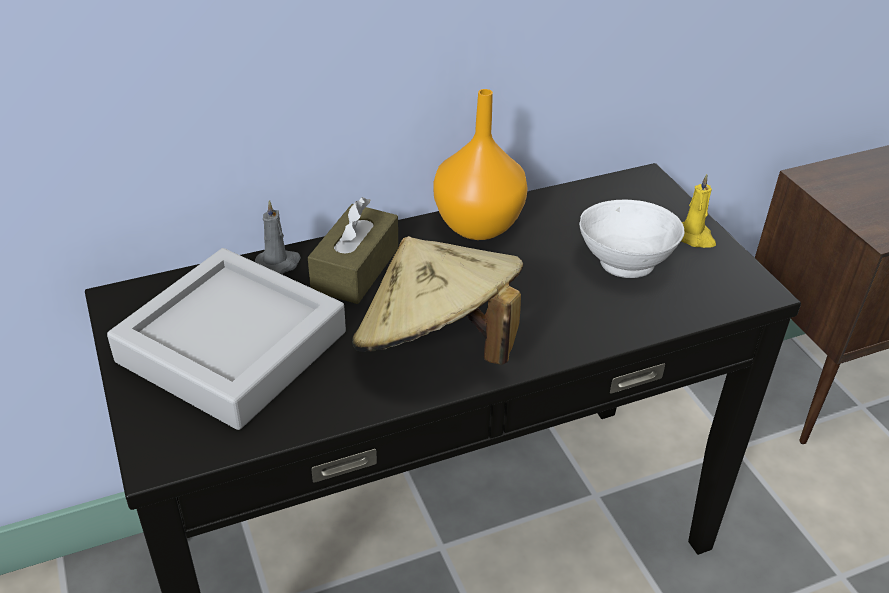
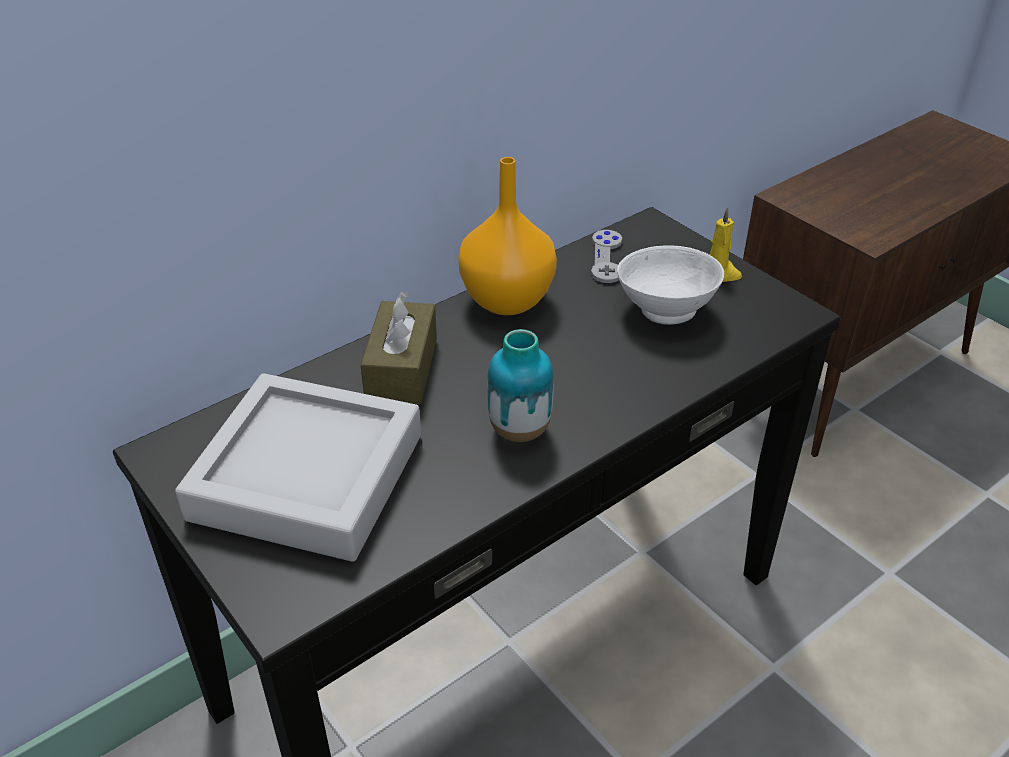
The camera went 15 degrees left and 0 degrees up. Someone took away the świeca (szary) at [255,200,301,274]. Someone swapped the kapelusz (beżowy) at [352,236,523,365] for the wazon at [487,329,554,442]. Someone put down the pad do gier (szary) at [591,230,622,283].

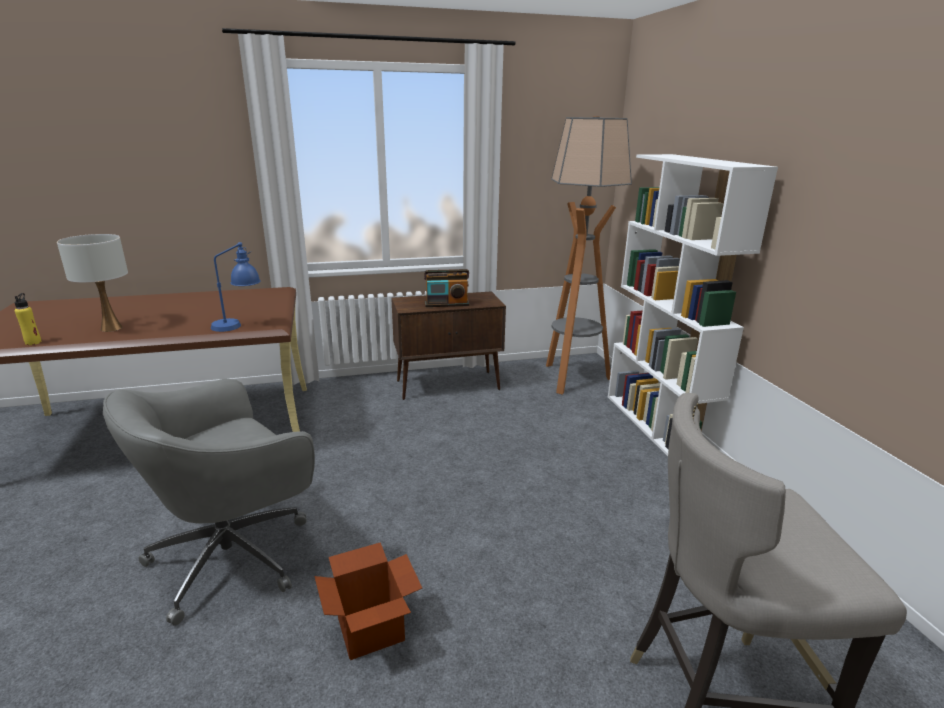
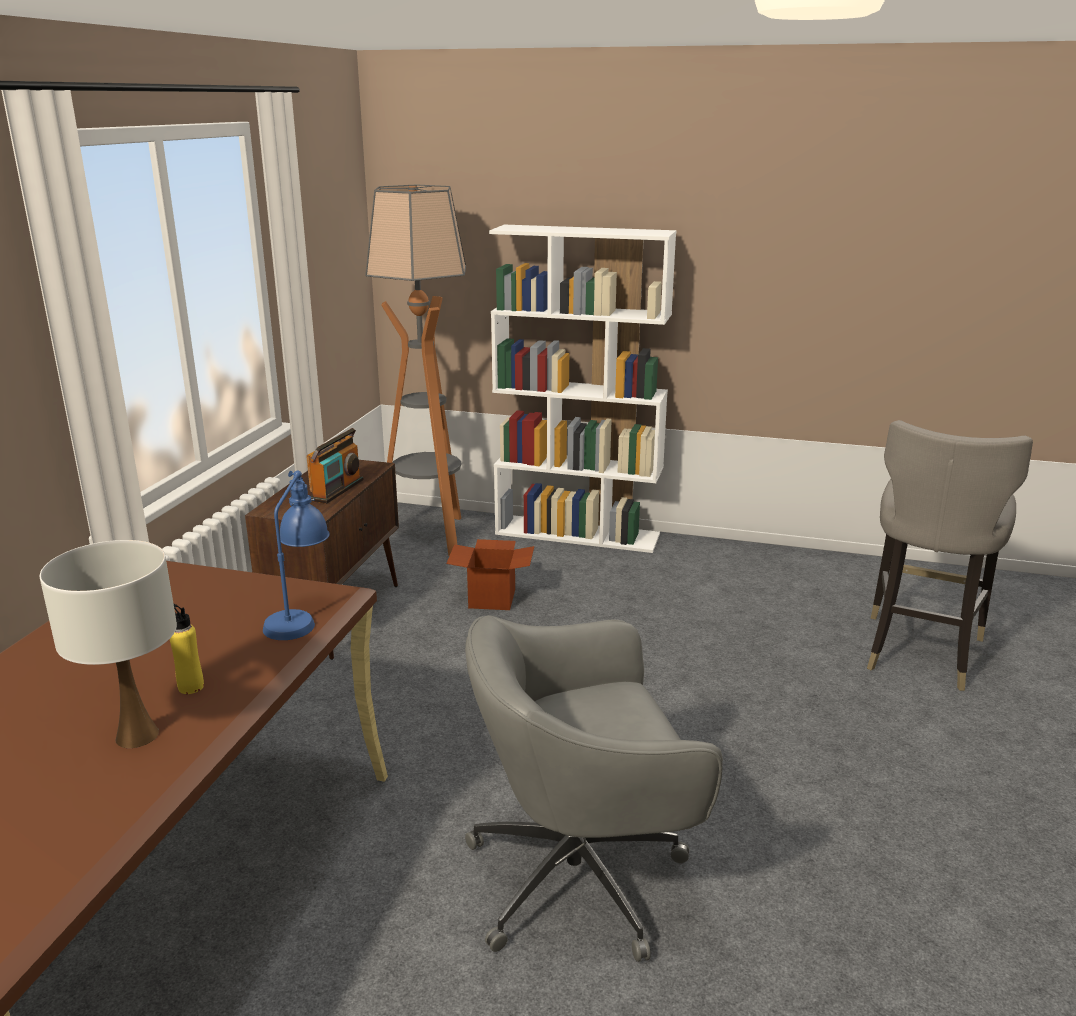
The camera went 60 degrees left and 0 degrees up. Someone carried the butelka (żółty) from [14,293,42,345] to [170,603,204,694]. Someone rotated the krzesło biurowe (szary) at [103,379,315,626] by 90 degrees clockwise. Someone carried the karton from [314,542,422,660] to [446,539,534,610].

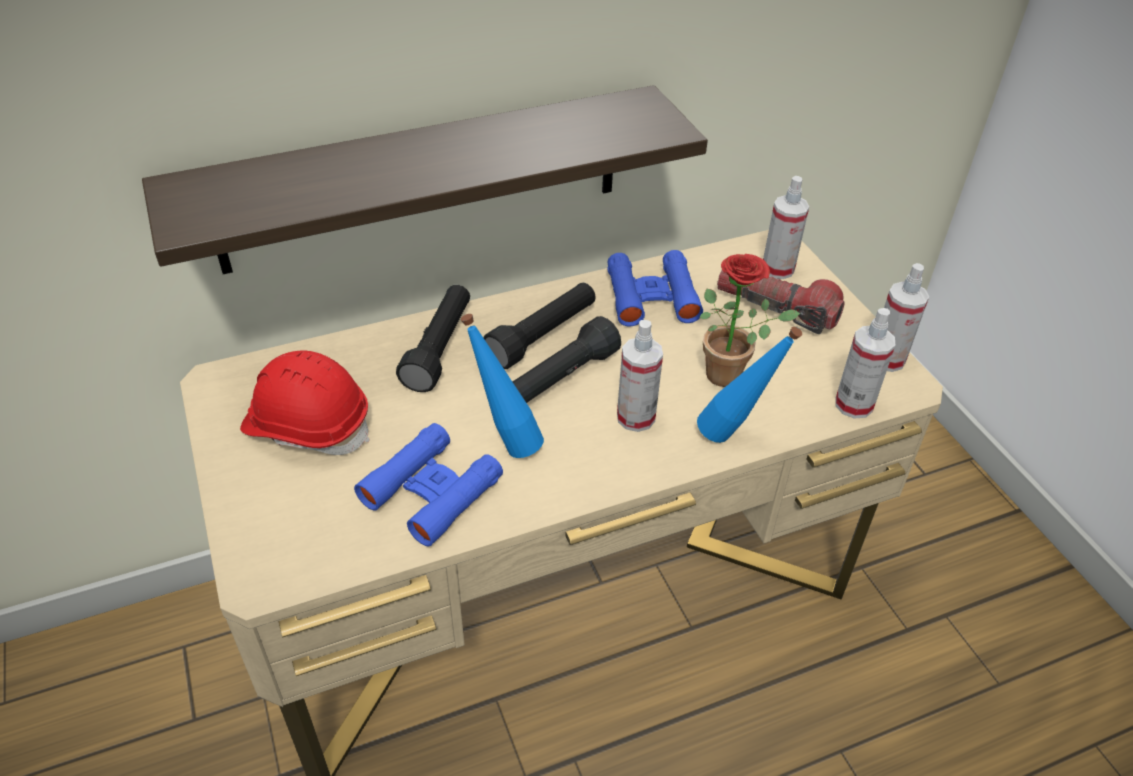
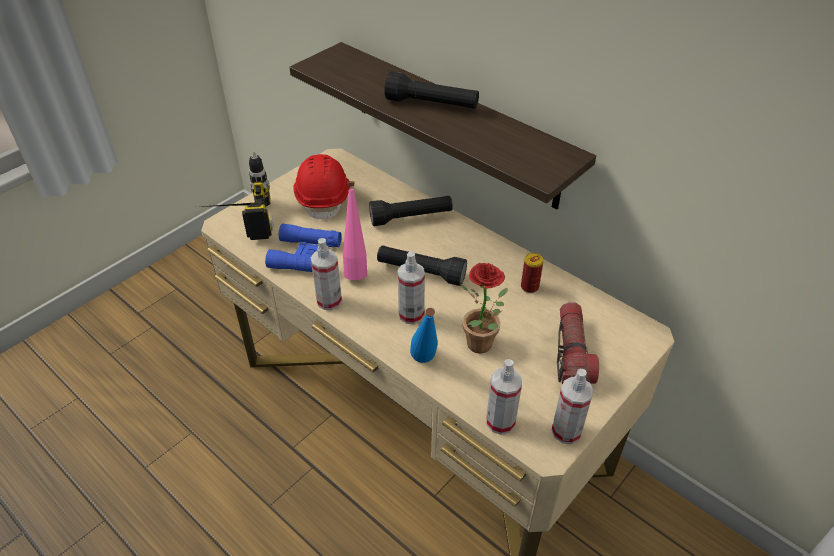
The camera went 65 degrees right and 0 degrees up. Someone repainted the butelka (niebieski) at [461,314,544,458], which became the butelka (różowy) at [343,181,367,280]. Someone carried the latarka (czarny) from [483,282,596,369] to [384,71,479,109]. Someone swapped the lornetka (niebieski) at [607,250,703,327] for the puszka at [521,253,544,293]. Someone carried the spryskiwacz from [763,176,809,279] to [311,238,342,310]. Someone put down the wiertarka at [200,152,273,240].

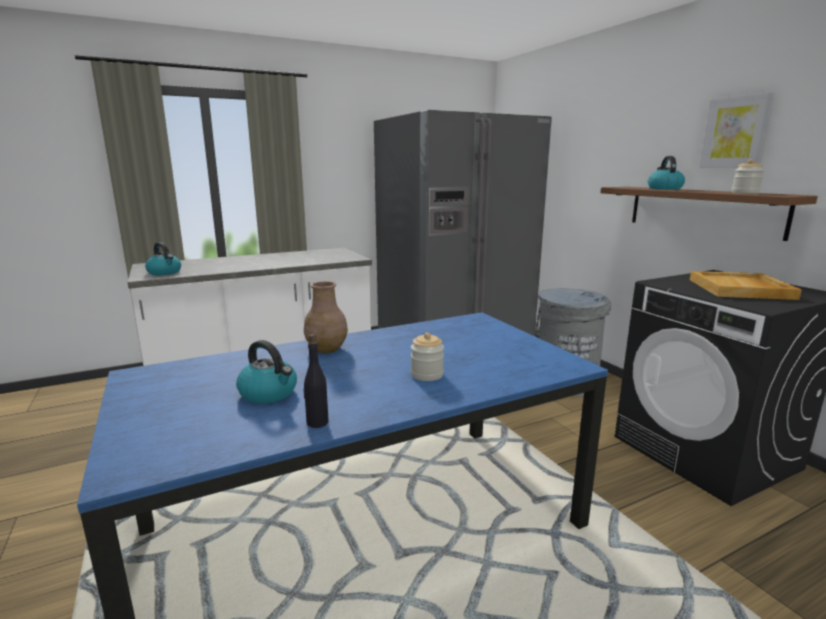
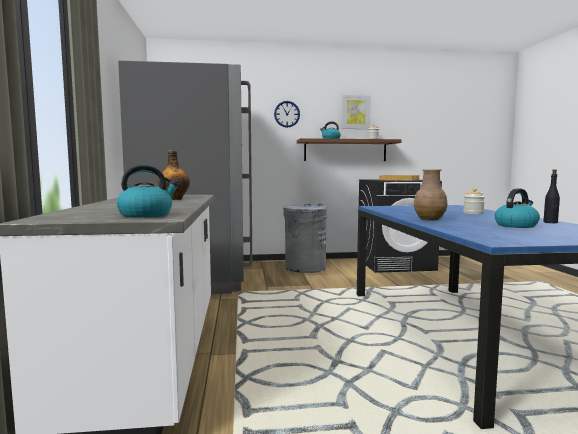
The camera went 70 degrees left and 10 degrees down. Someone put down the butelka at [158,150,190,200]. Someone put up the zegar ścienny at [274,101,300,128].

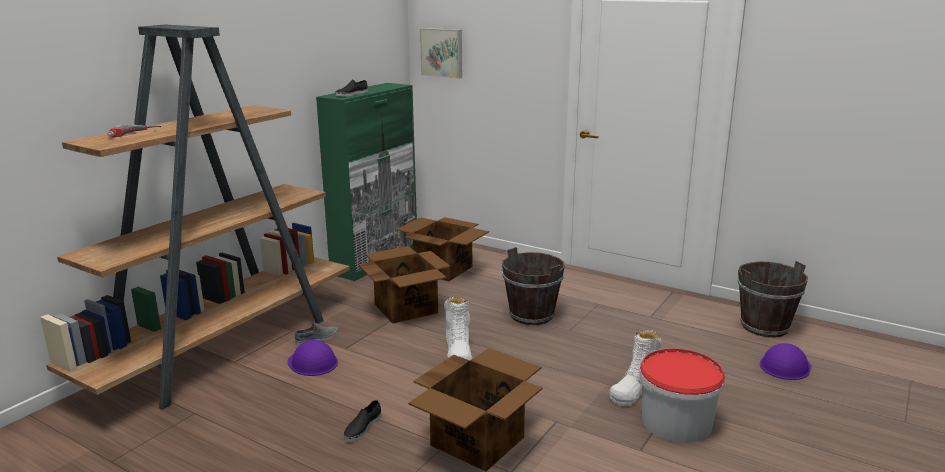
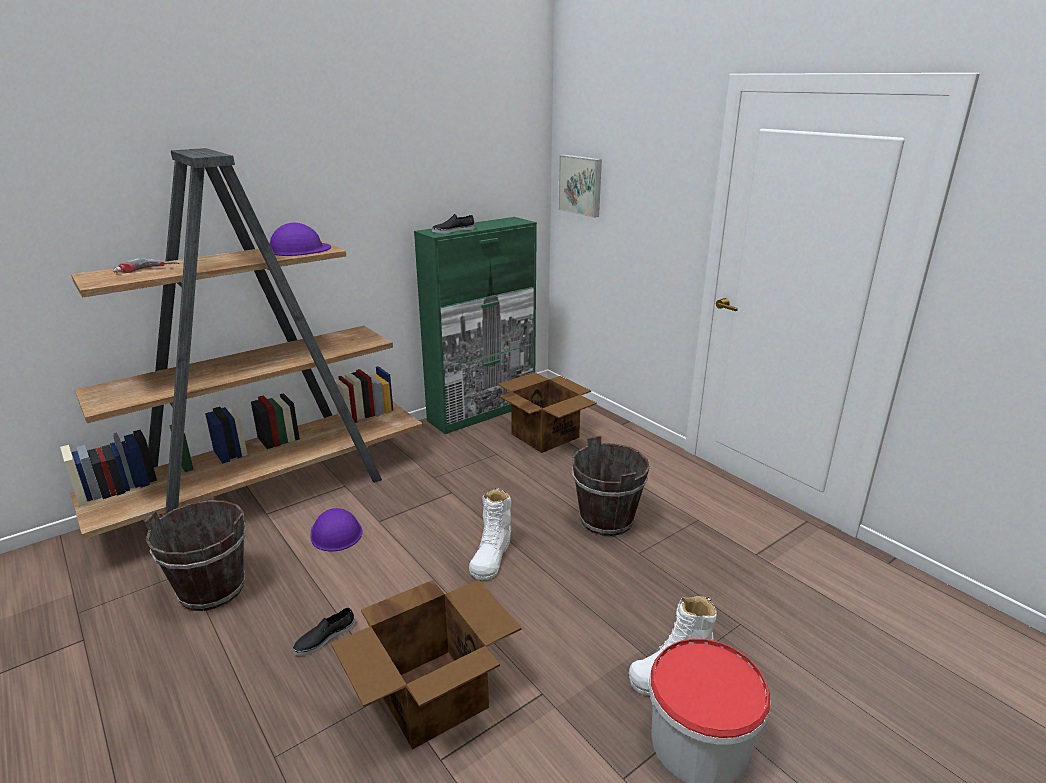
The camera went 20 degrees right and 5 degrees up. Someone took away the but (szary) at [295,324,338,345]. Someone took away the karton at [359,246,450,324]. Someone carried the wiadro (brązowy) from [737,261,808,337] to [144,500,246,611]. Someone carried the kask (fioletowy) from [760,343,812,380] to [269,223,331,256].

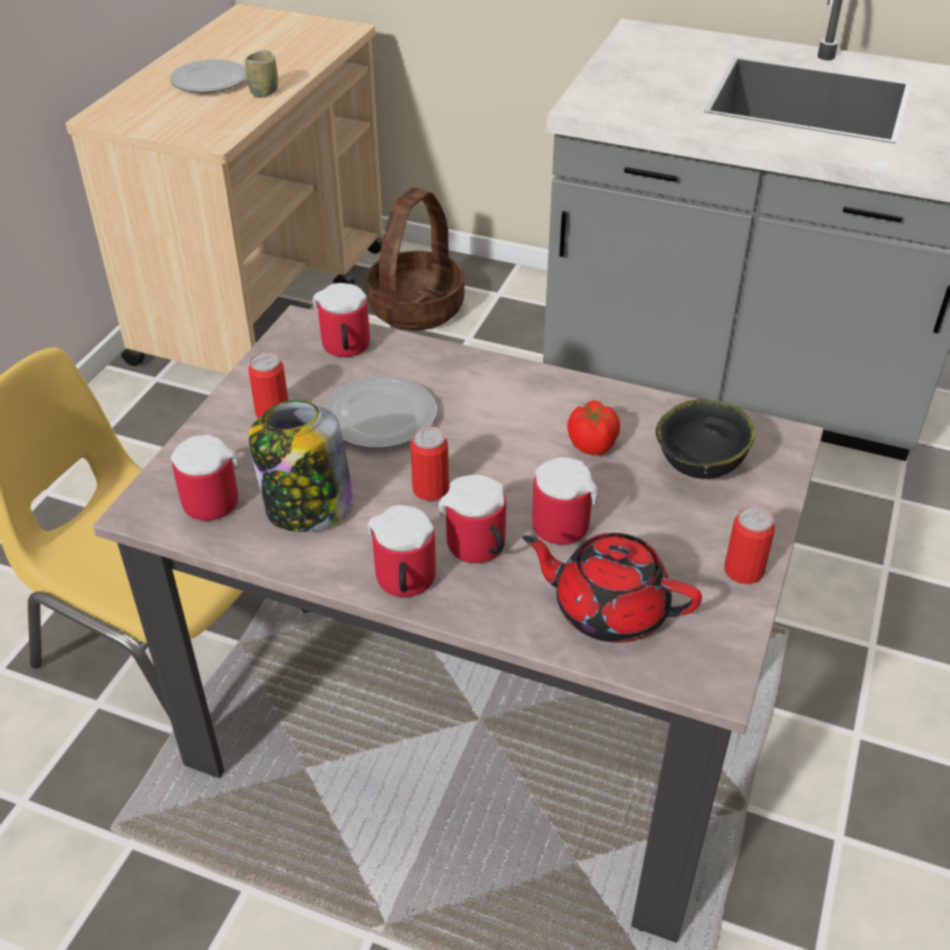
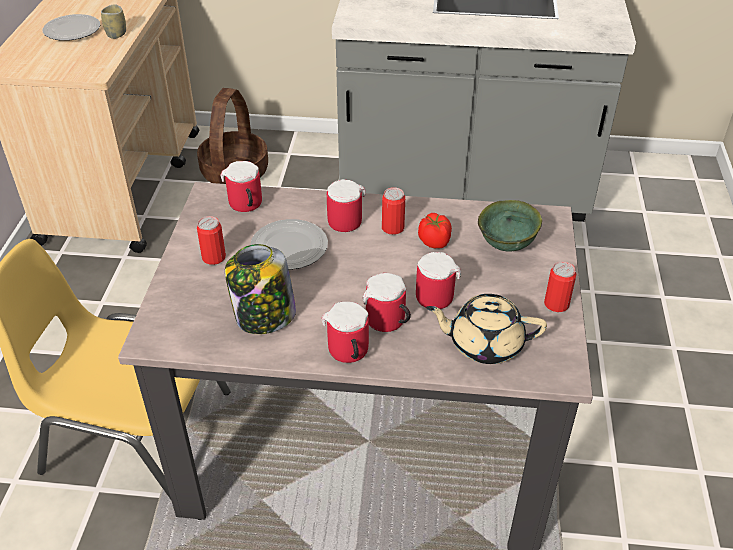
The camera went 15 degrees left and 0 degrees up. Someone carried the kubek from [171,434,239,521] to [327,179,366,232]. Someone carried the puszka from [410,426,449,501] to [382,187,405,235]. Someone repainted the imbryk (czerwony) at [522,533,702,643], which became the imbryk (beżowy) at [426,294,547,364]. Someone repainted the miska (czarny) at [656,399,755,479], which became the miska (zielony) at [478,200,542,252].

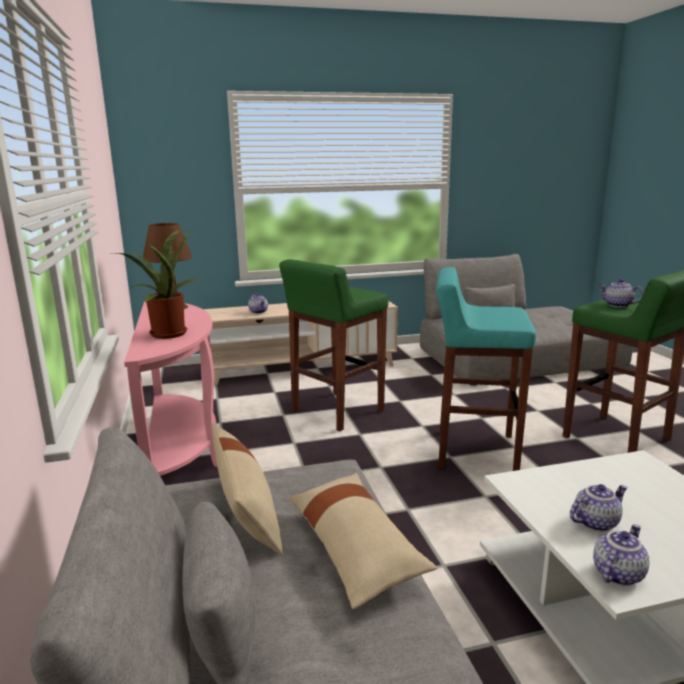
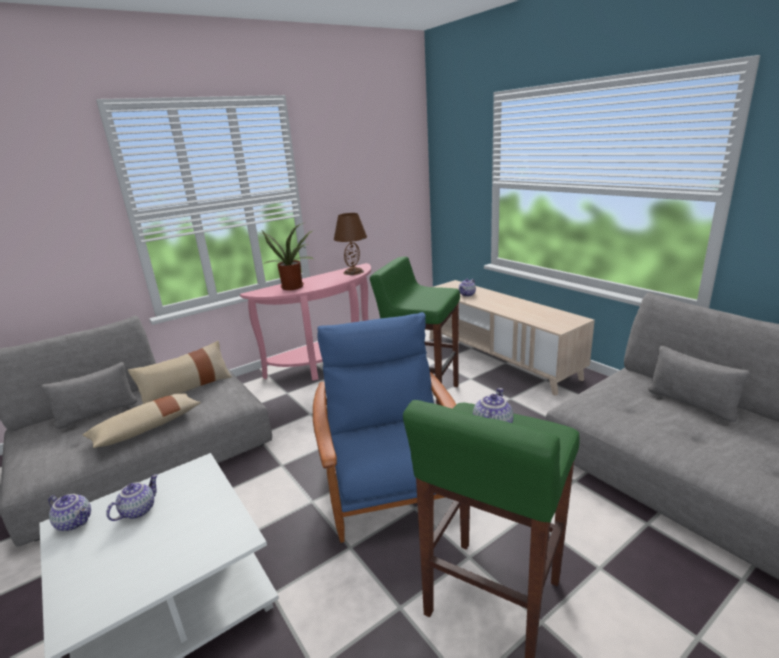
The camera went 70 degrees right and 5 degrees up. Someone swapped the stołek (turkusowy) at [436,267,536,471] for the fotel (niebieski) at [313,312,460,543]. Someone rotated the imbryk at [570,484,628,531] by 105 degrees counterclockwise.

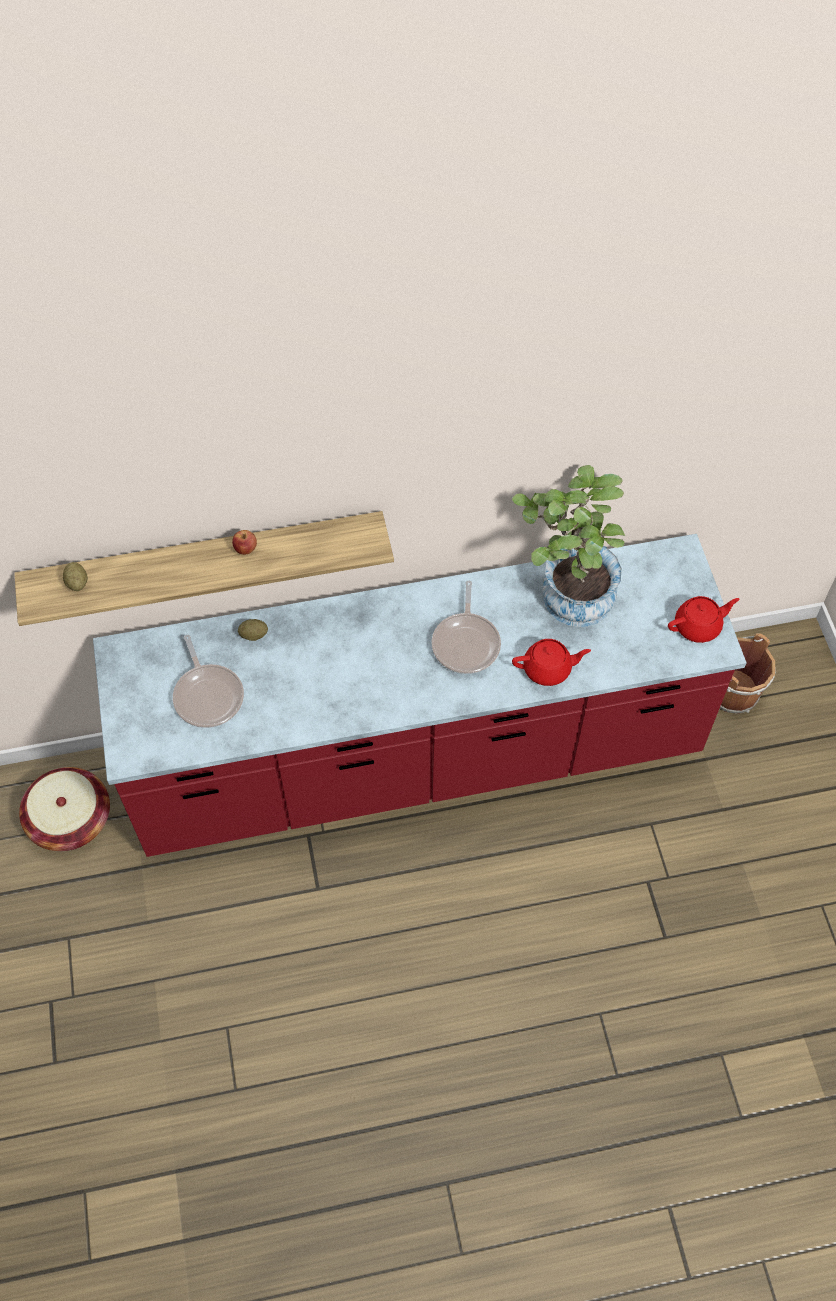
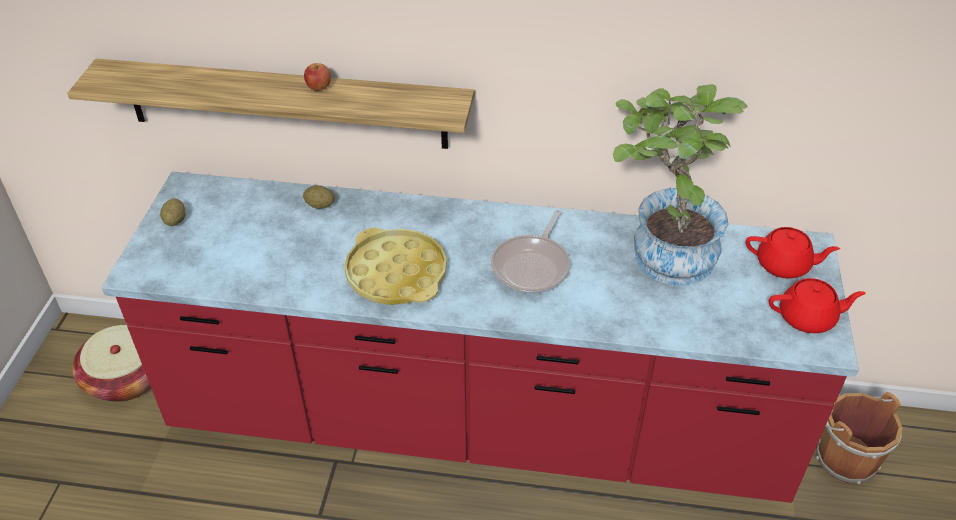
The camera went 20 degrees right and 15 degrees down. Someone carried the ziemniak from [63,562,88,591] to [160,198,186,226]. Someone took away the patelnia at [173,635,244,728]. Someone carried the imbryk (czerwony) from [512,639,591,686] to [746,227,840,279]. Someone put down the taca (żółty) at [344,228,447,305].

